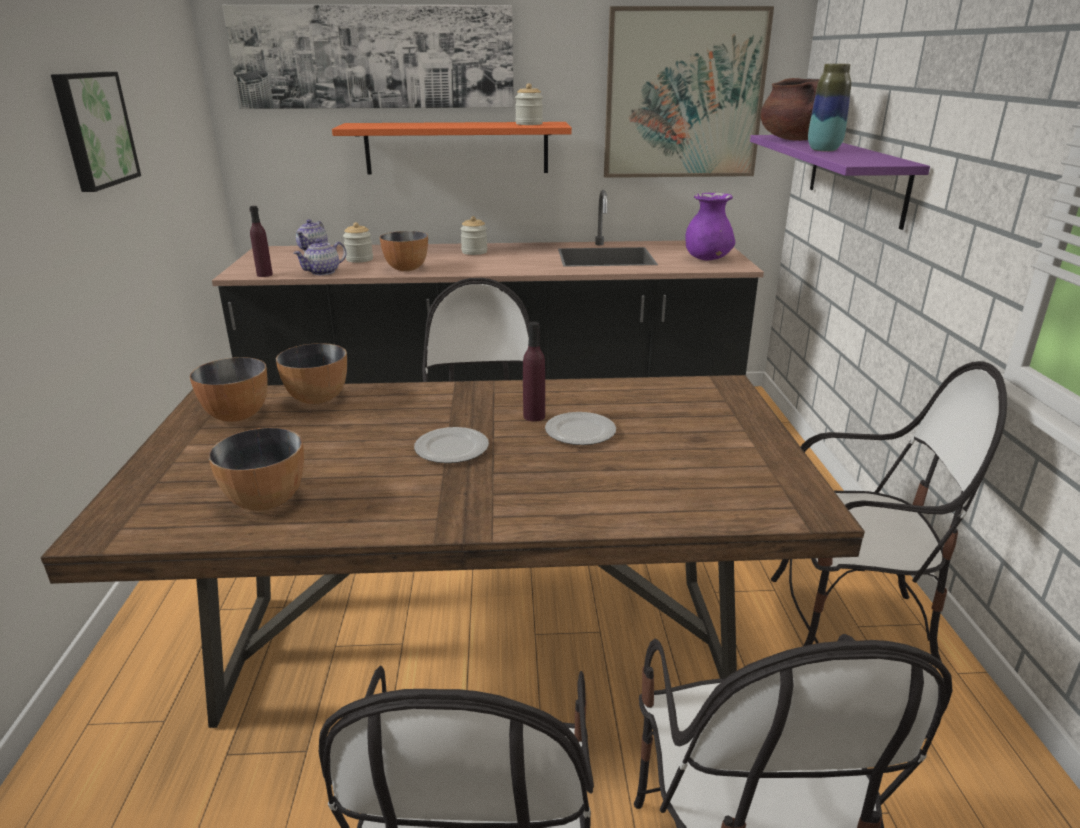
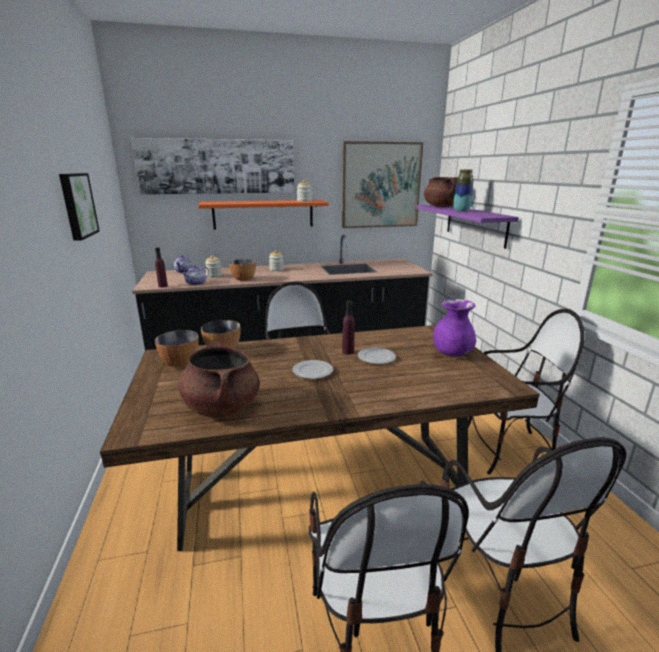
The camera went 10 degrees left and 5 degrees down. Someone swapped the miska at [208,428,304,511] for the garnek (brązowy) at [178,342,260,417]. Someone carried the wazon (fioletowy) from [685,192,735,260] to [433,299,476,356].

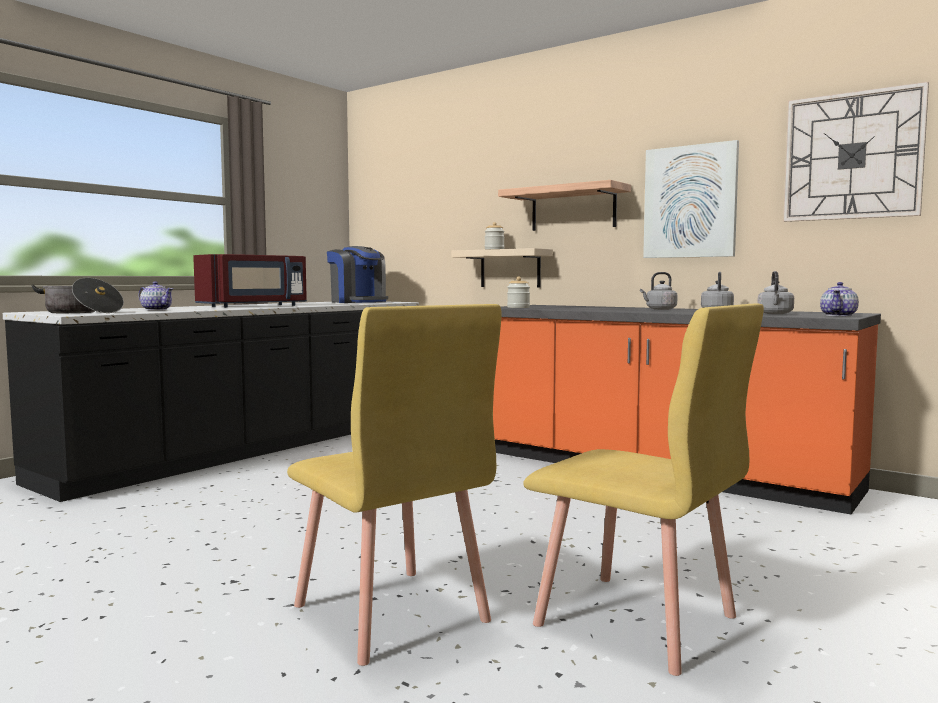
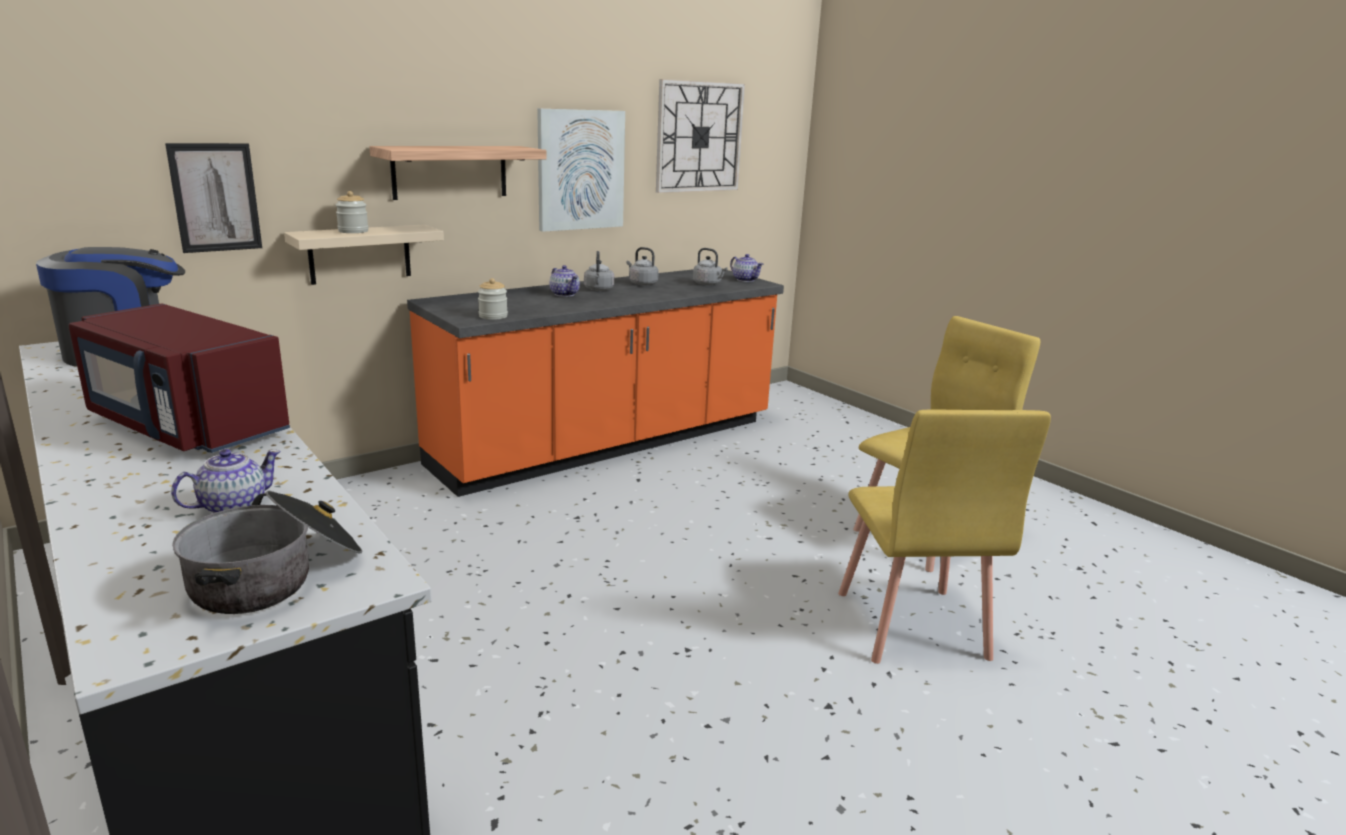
The camera went 75 degrees left and 15 degrees up. Someone rotated the mikrofalówka (czerwony) at [193,254,307,308] by 150 degrees clockwise. Someone rotated the krzesło (żółty) at [287,304,502,666] by 105 degrees clockwise. Someone put up the obraz at [165,143,262,253]. Someone put down the imbryk at [549,265,580,297].

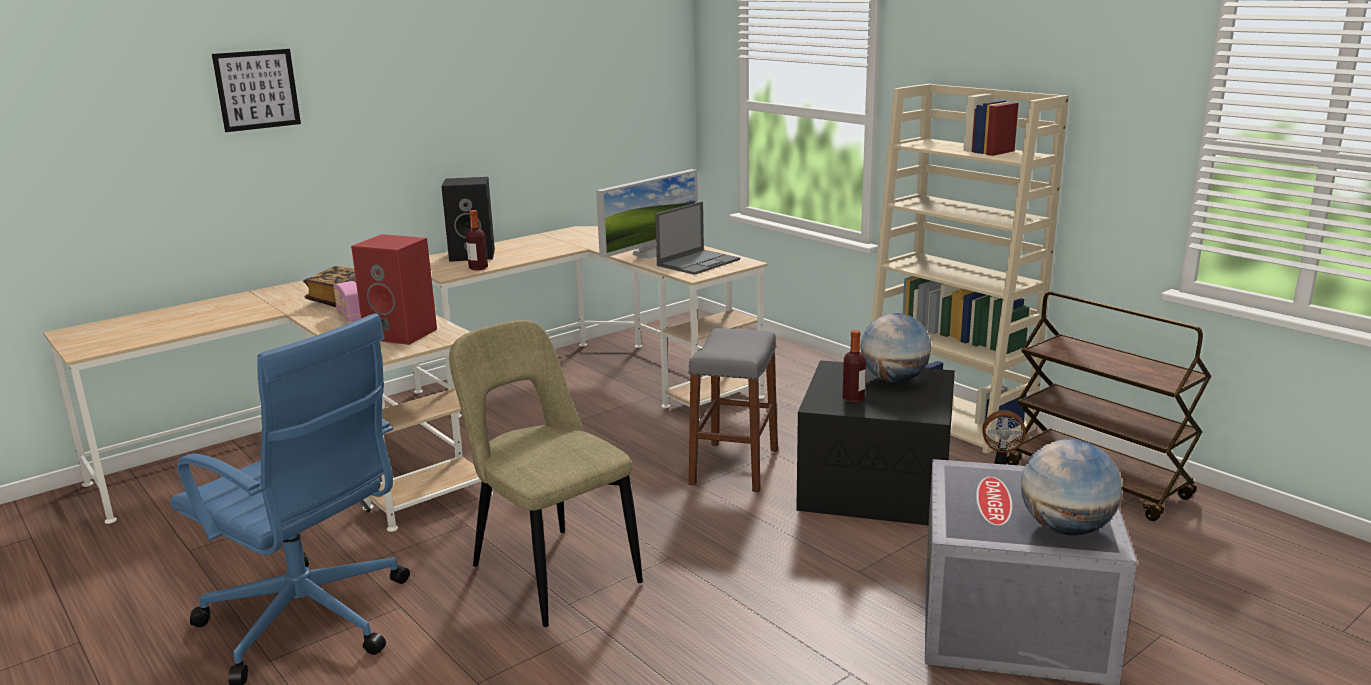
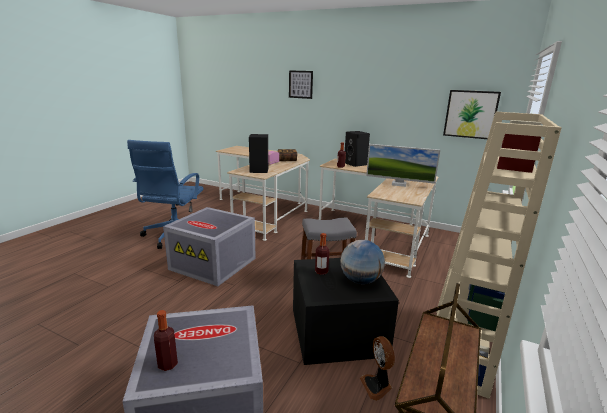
The camera went 65 degrees right and 0 degrees up. Someone repainted the głośnik (czerwony) at [351,234,437,345], which became the głośnik (czarny) at [249,134,268,173]. Someone swapped the krzesło (beżowy) at [449,320,643,627] for the pojemnik do przechowywania (szary) at [163,207,256,286]. Someone took away the laptop at [655,202,740,275]. Someone swapped the globus at [1021,439,1122,535] for the butelka at [154,310,178,371]. Someone put up the obraz at [443,90,501,139].

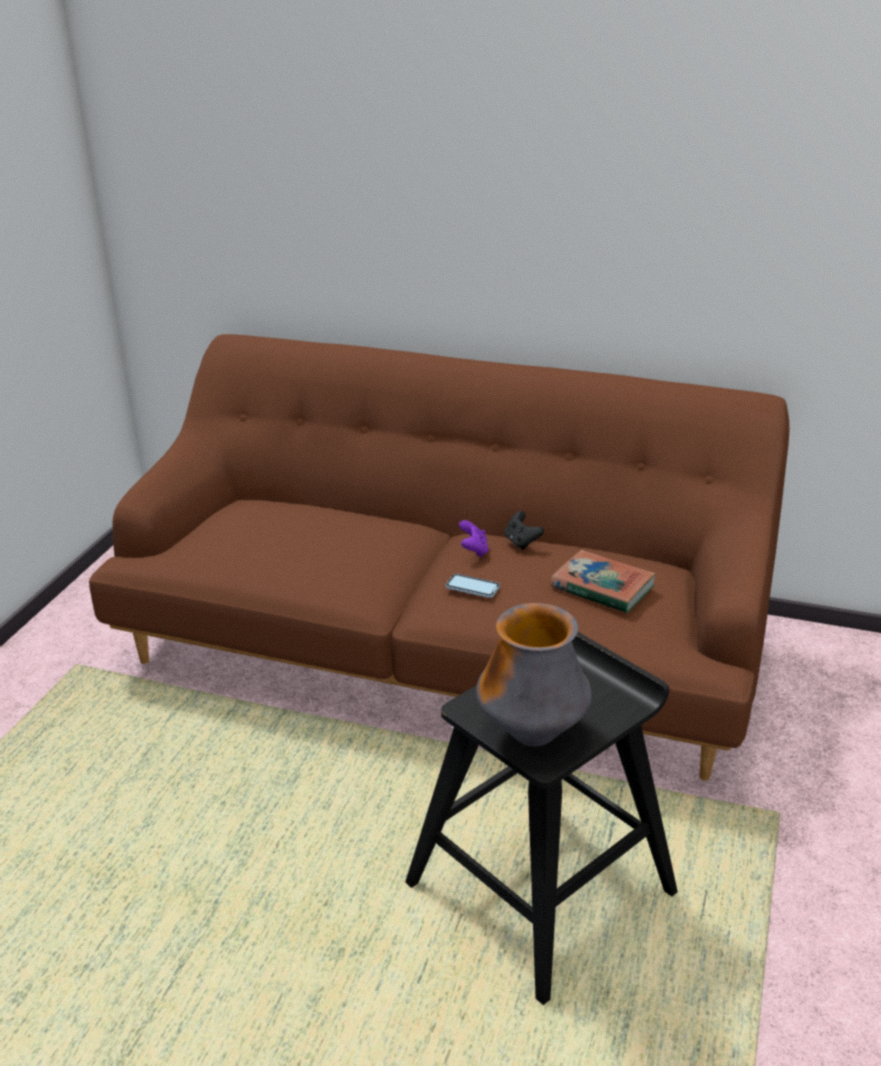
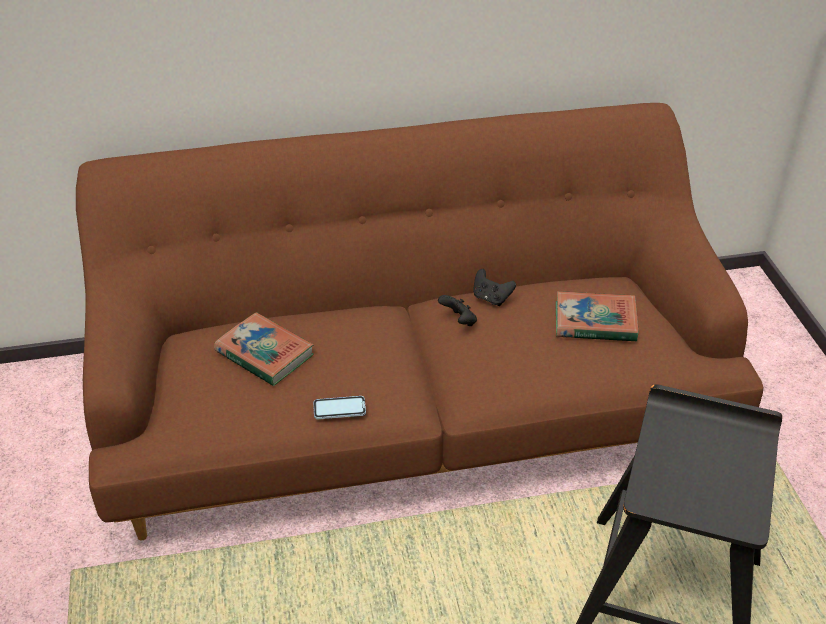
The camera went 30 degrees left and 10 degrees up. Someone carried the telefon from [446,574,500,598] to [313,396,366,419]. Someone repainted the pad do gier (fioletowy) at [459,520,489,557], which became the pad do gier (czarny) at [438,295,477,326]. Someone took away the wazon at [476,603,592,746]. Someone put down the książka at [214,312,314,386].

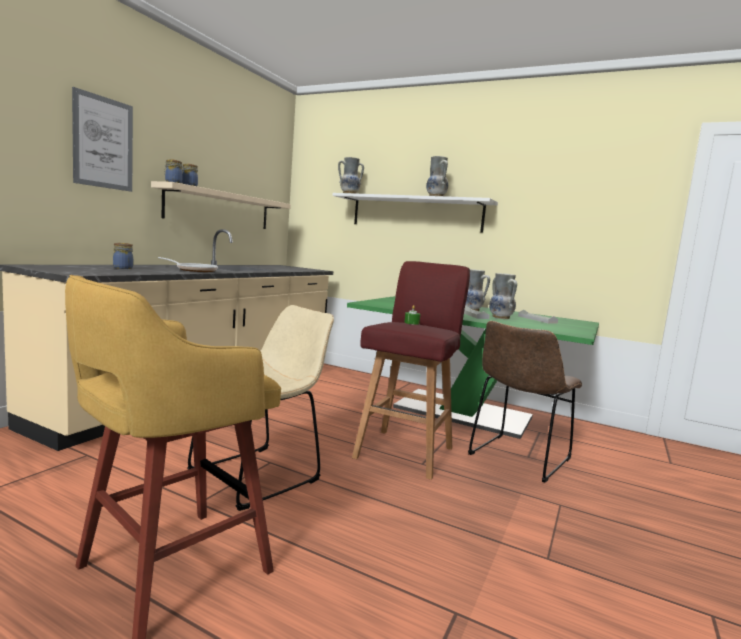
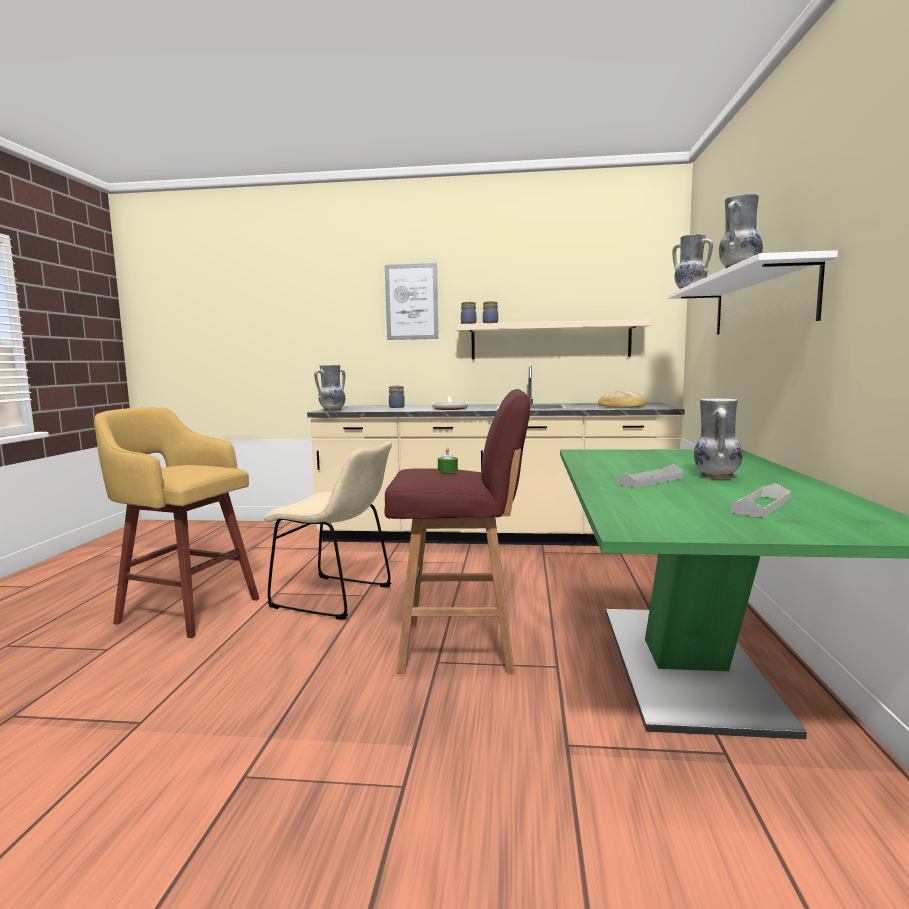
The camera went 70 degrees right and 0 degrees up. Someone took away the krzesło (brązowy) at [468,321,582,483]. Someone carried the wazon from [489,273,517,319] to [314,365,345,411]. Someone put down the chleb at [598,391,647,408].

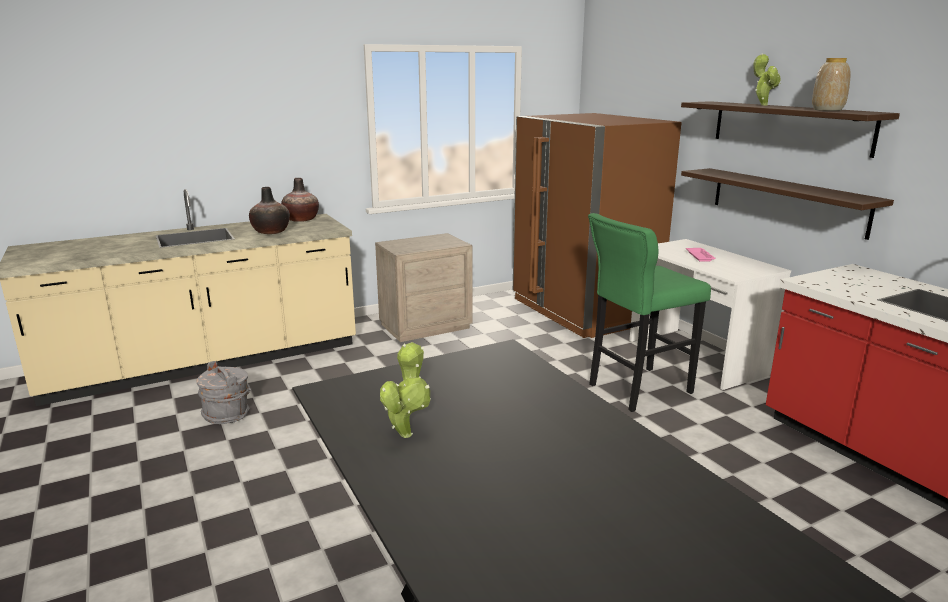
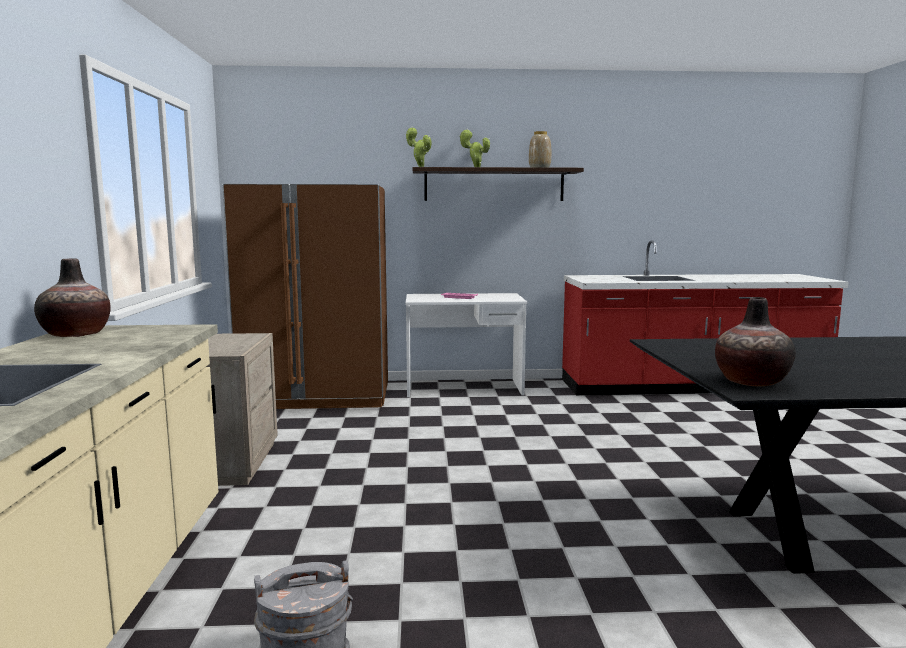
The camera went 65 degrees left and 10 degrees down. Someone carried the wazon from [249,187,290,234] to [715,297,796,387]. Someone carried the roślina doniczkowa from [380,342,431,438] to [406,127,431,167]. Someone took away the stołek (zielony) at [588,213,711,412]. Someone took away the półka at [681,168,894,240].

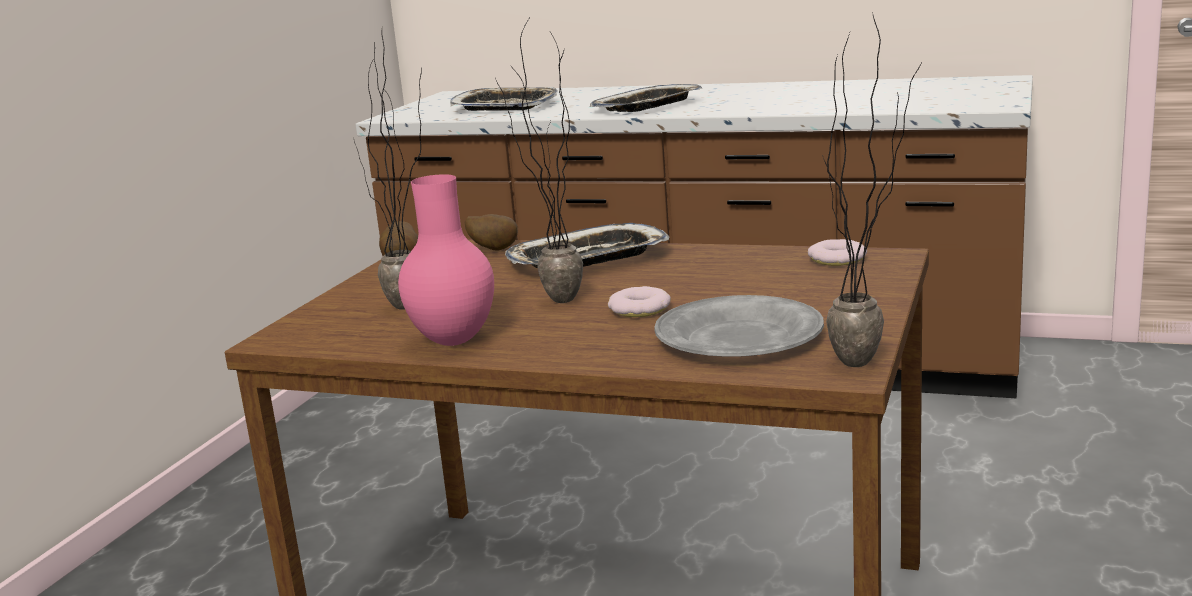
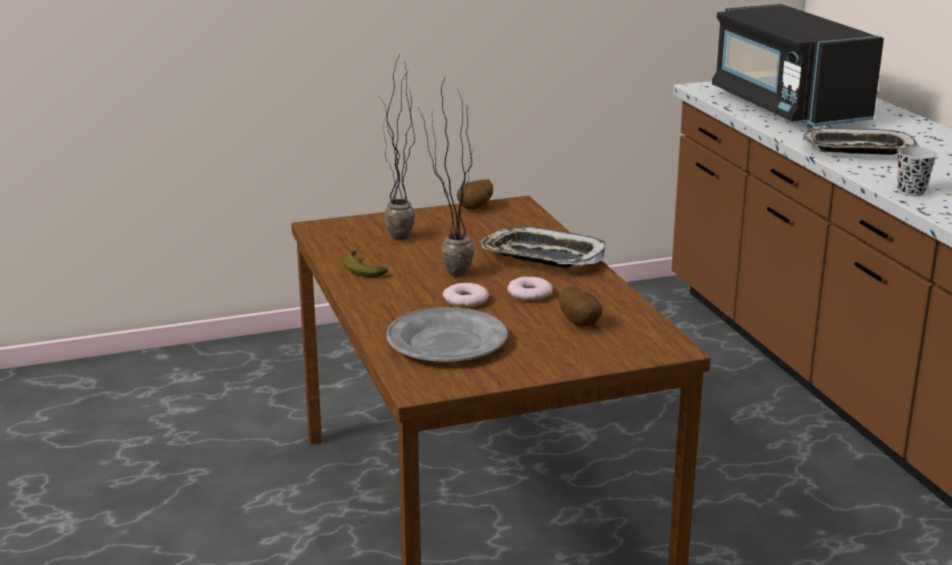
The camera went 50 degrees right and 5 degrees up. Someone swapped the wazon (różowy) at [398,174,494,346] for the banan at [342,251,388,277]. Someone swapped the taca at [450,87,558,111] for the mikrofalówka (czarny) at [712,4,884,128]. Someone carried the ziemniak from [464,214,518,251] to [559,286,602,327]. Someone carried the donut from [808,239,867,266] to [507,277,553,301]. Someone took away the roślina doniczkowa at [822,12,921,367]. Someone put down the filiżanka (czarny) at [897,147,937,196].

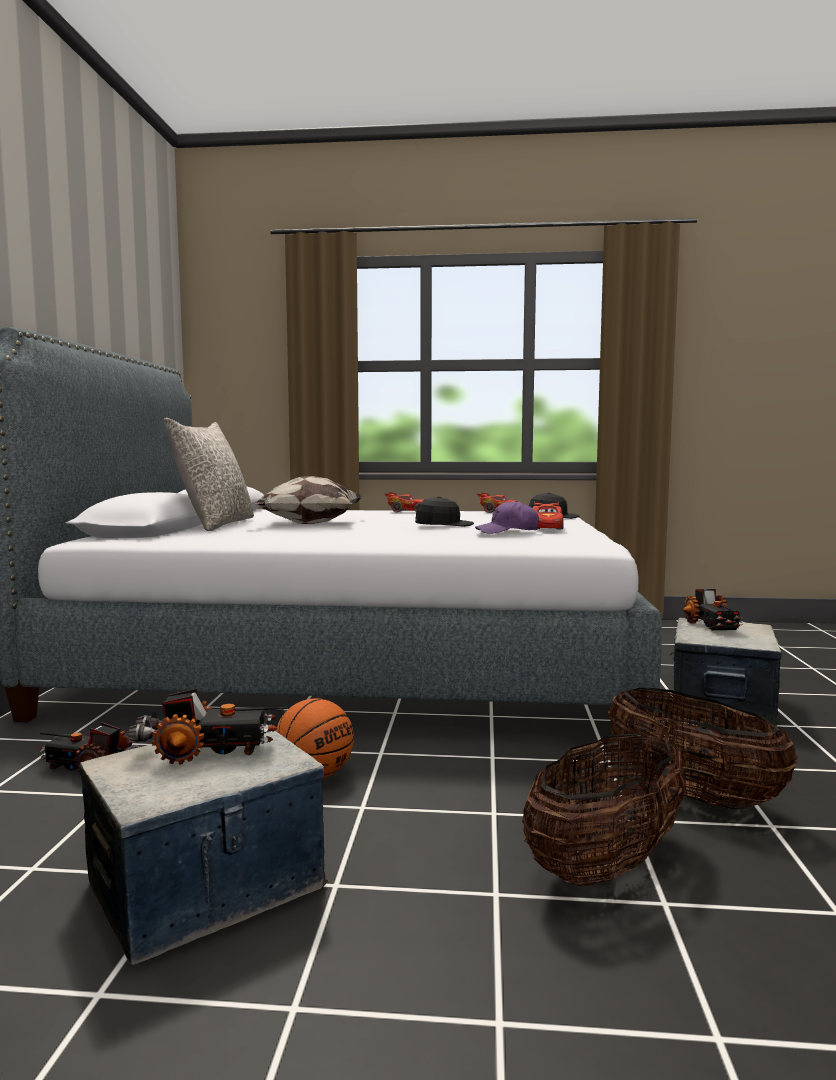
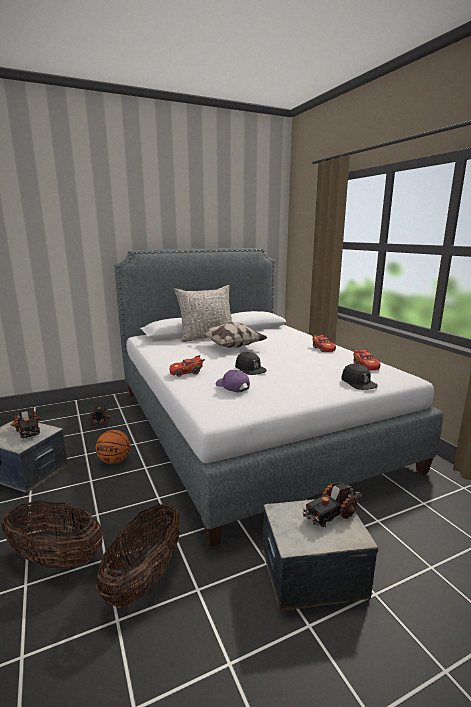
The camera went 60 degrees right and 10 degrees up. Someone carried the samochodzik (czerwony) from [533,501,564,529] to [170,355,205,377].

